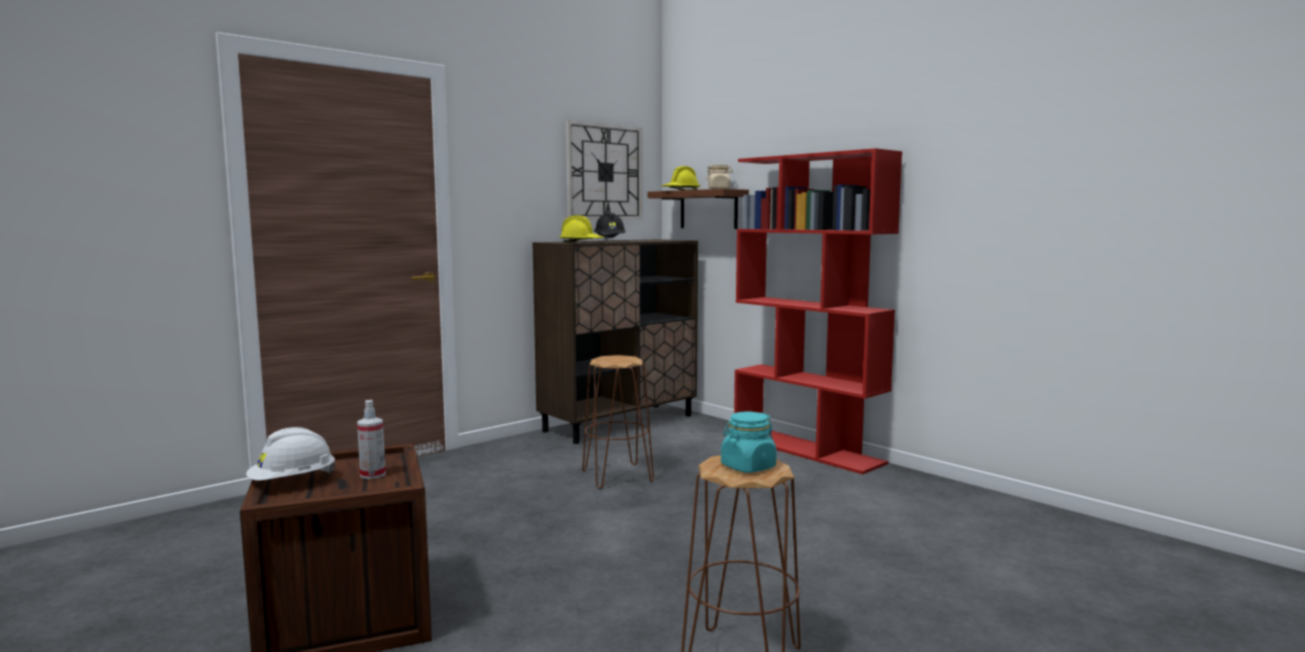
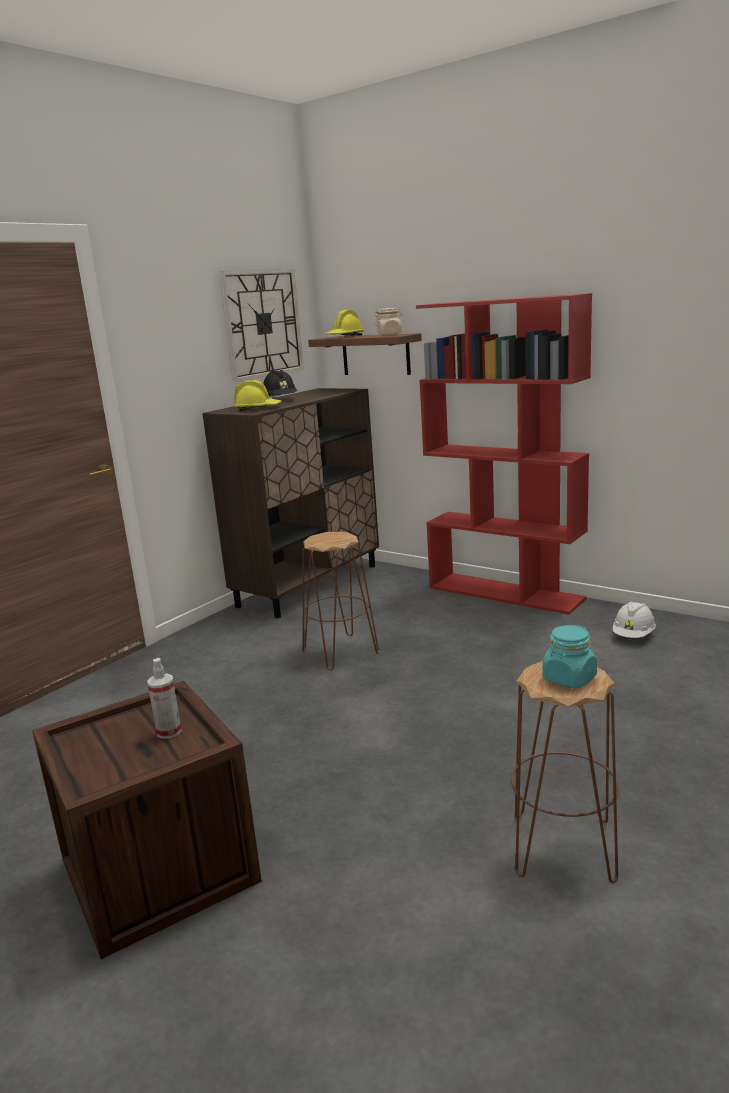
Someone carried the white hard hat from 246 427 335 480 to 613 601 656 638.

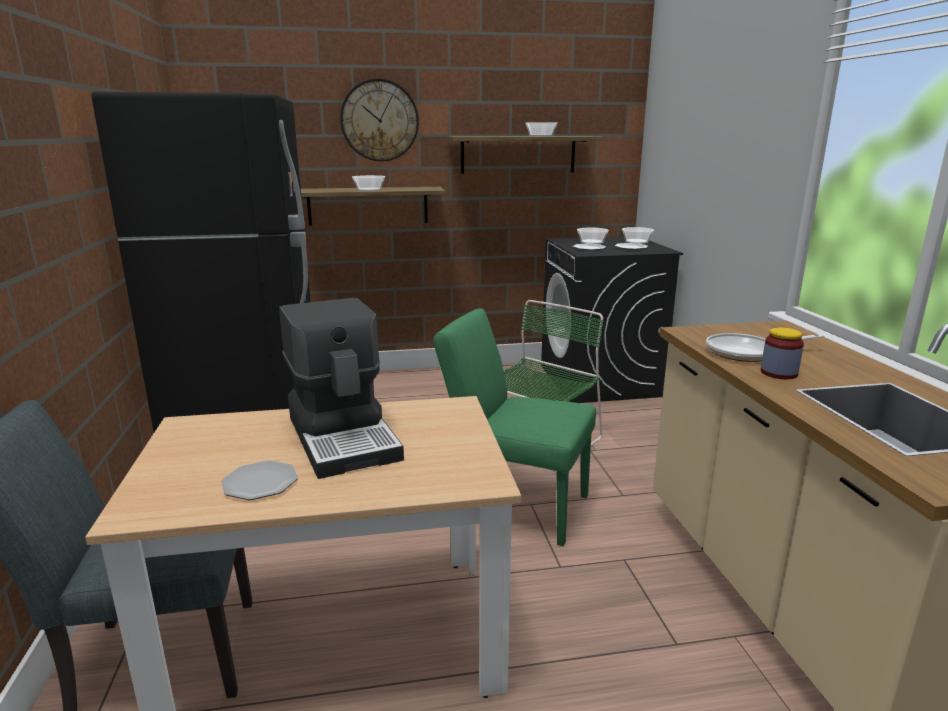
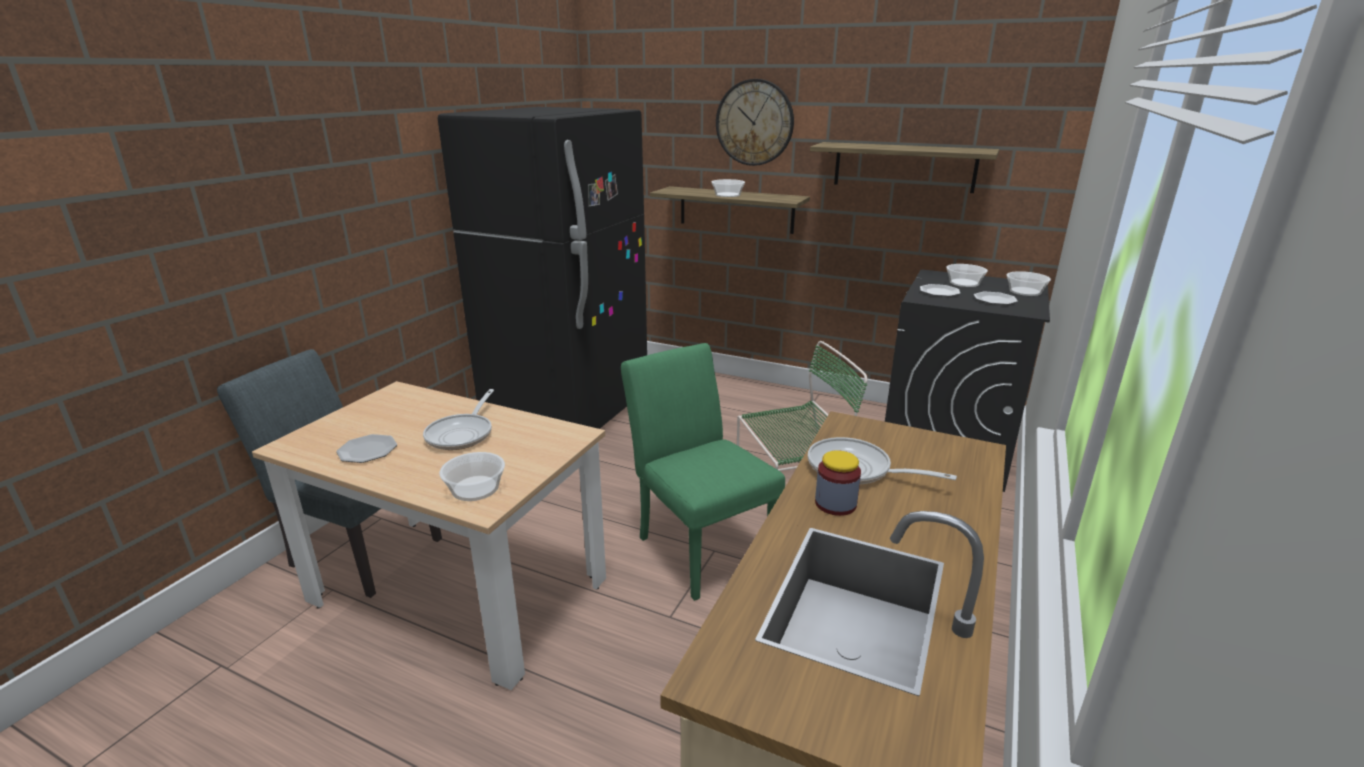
Someone carried the bowl from 525 122 558 136 to 439 452 505 501.
Someone swapped the coffee machine at 279 298 404 479 for the frying pan at 423 389 494 450.

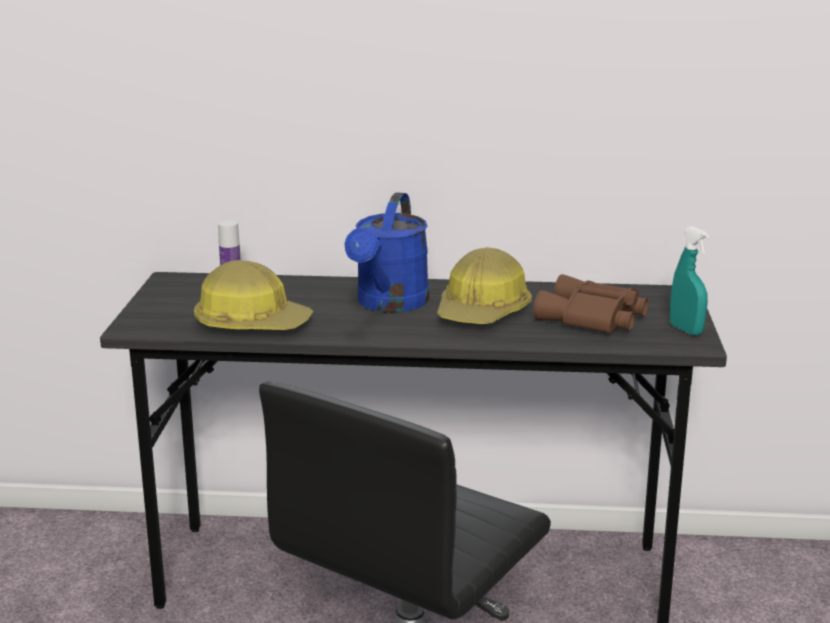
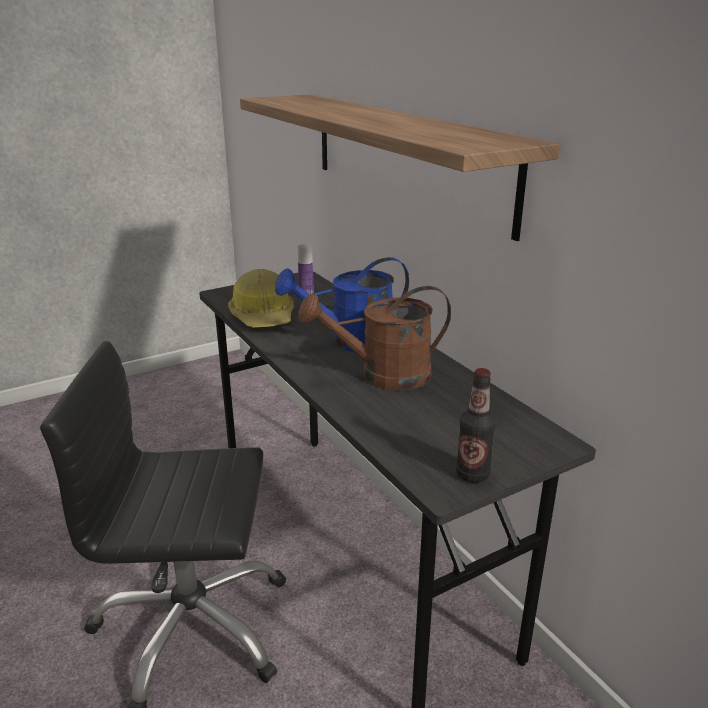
Someone swapped the turquoise spray bottle at 670 226 709 336 for the bottle at 456 368 496 483.
Someone swapped the hard hat at 437 247 532 324 for the brown watering can at 298 286 451 391.
Someone took away the brown binoculars at 533 274 648 334.
Someone put up the shelf at 240 94 560 241.

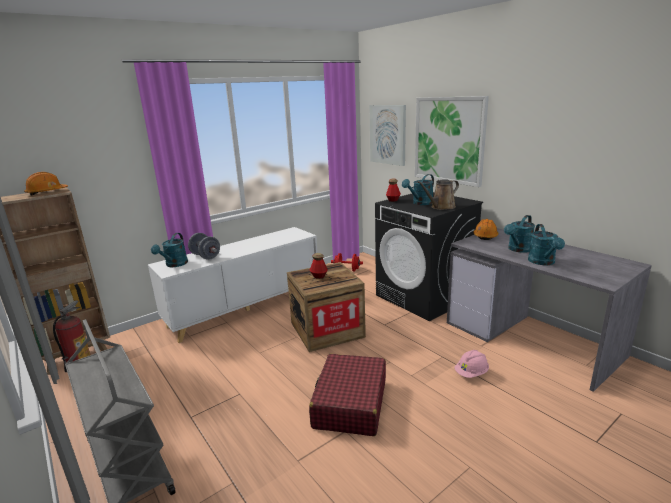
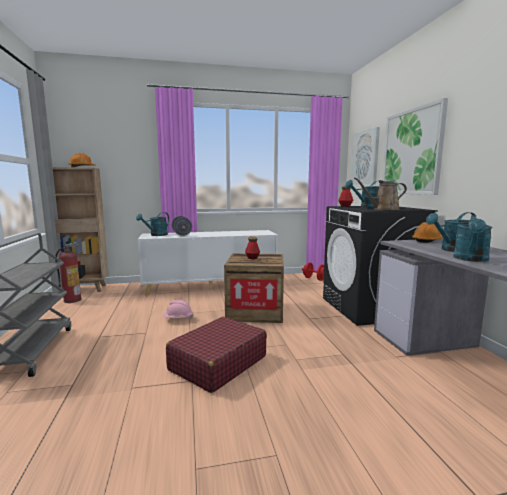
Someone carried the pink hard hat from 455 350 489 378 to 163 300 193 319.

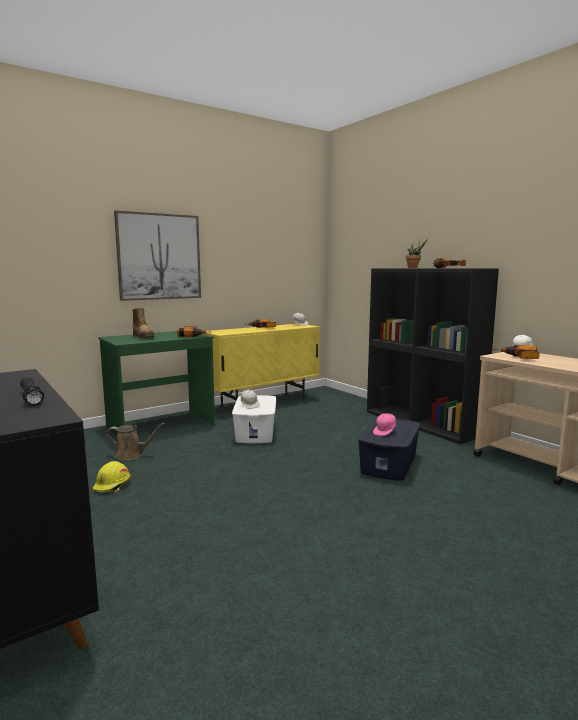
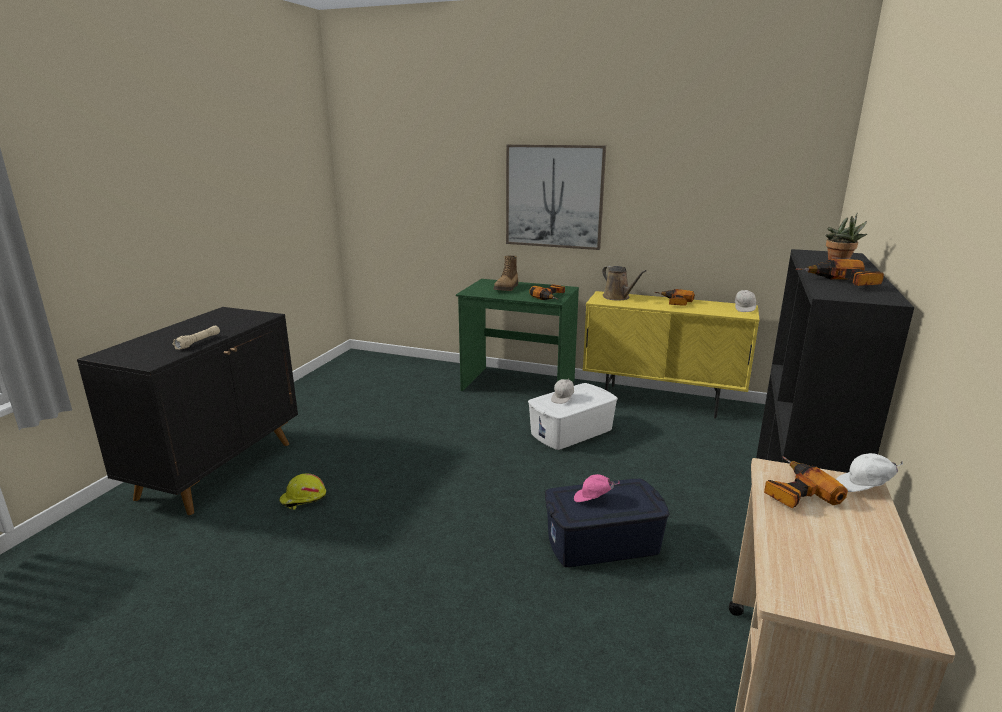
Someone repainted the black flashlight at 20 377 44 406, which became the beige flashlight at 172 326 220 350.
Someone carried the brown watering can from 106 423 165 460 to 602 266 646 301.
Someone carried the yellow hard hat from 92 461 130 493 to 279 474 326 510.

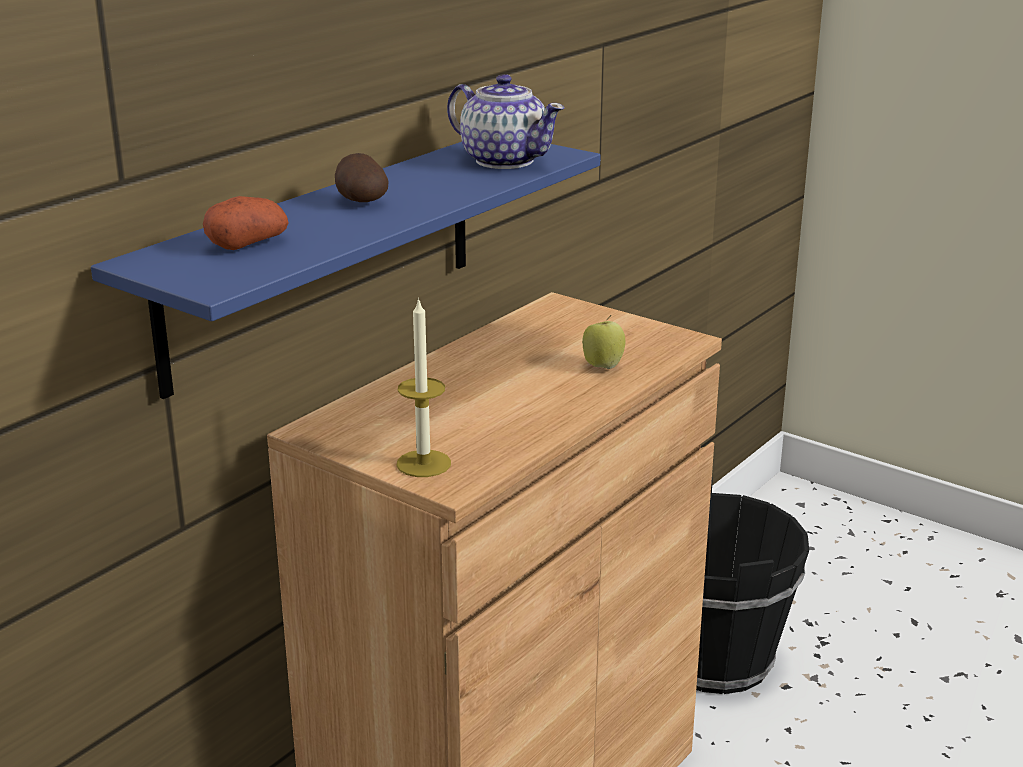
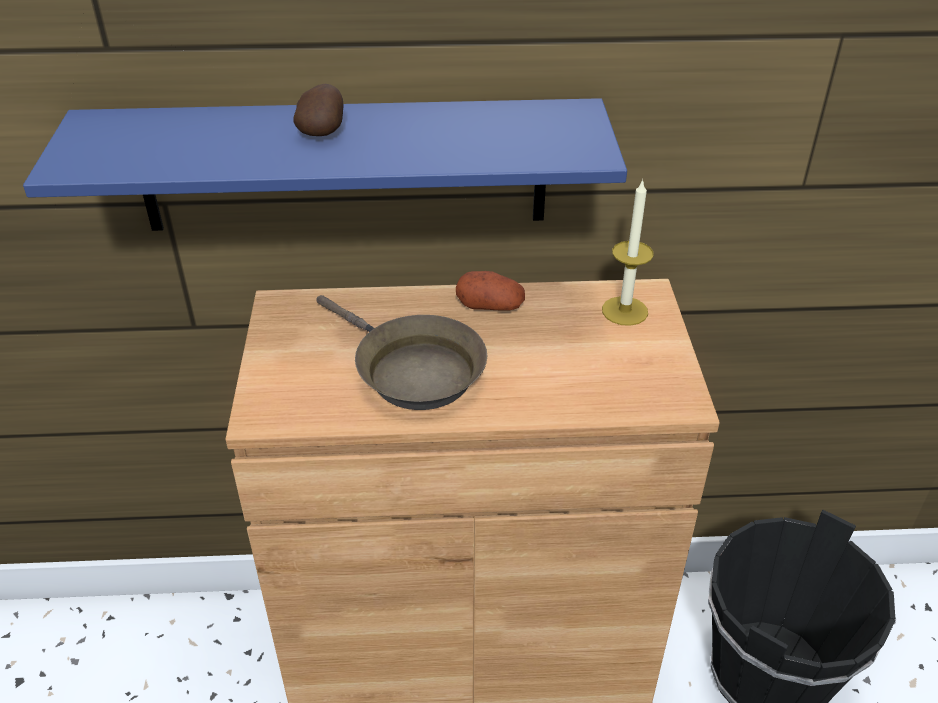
Someone took away the teapot at 447 74 565 169.
Someone carried the potato from 203 196 289 250 to 456 271 525 311.
Someone carried the candle from 397 297 451 477 to 602 179 654 326.
Someone took away the apple at 582 315 625 369.
Someone put down the brown frying pan at 316 295 487 410.

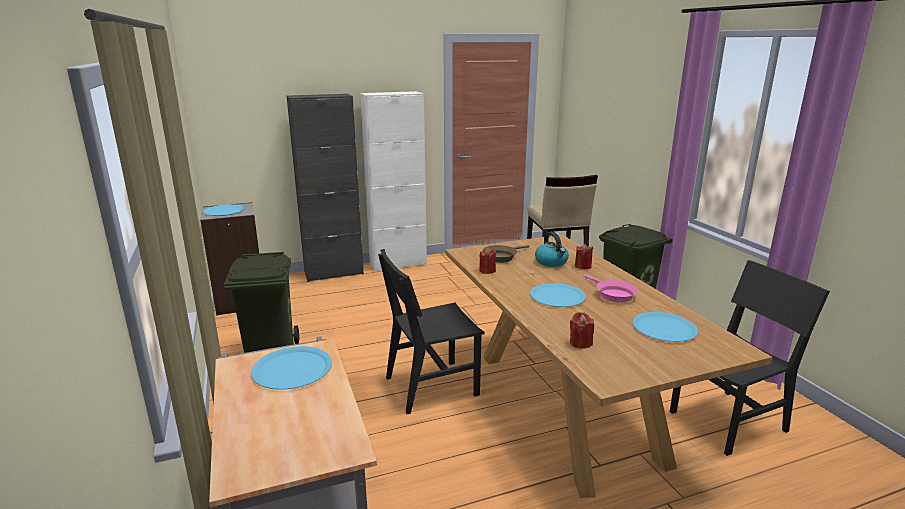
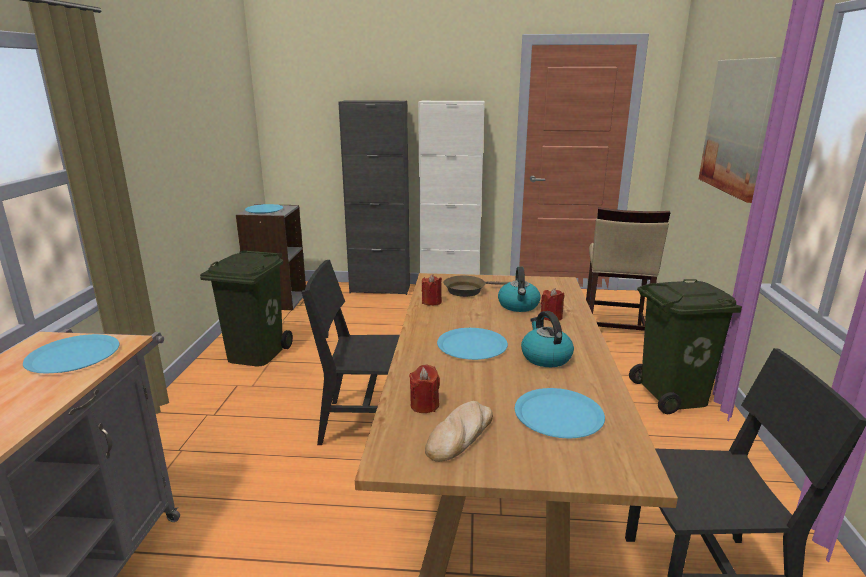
Someone swapped the pink frying pan at 583 274 638 303 for the kettle at 521 311 574 367.
Someone put up the picture at 699 57 781 203.
Someone put down the bread at 425 401 493 462.

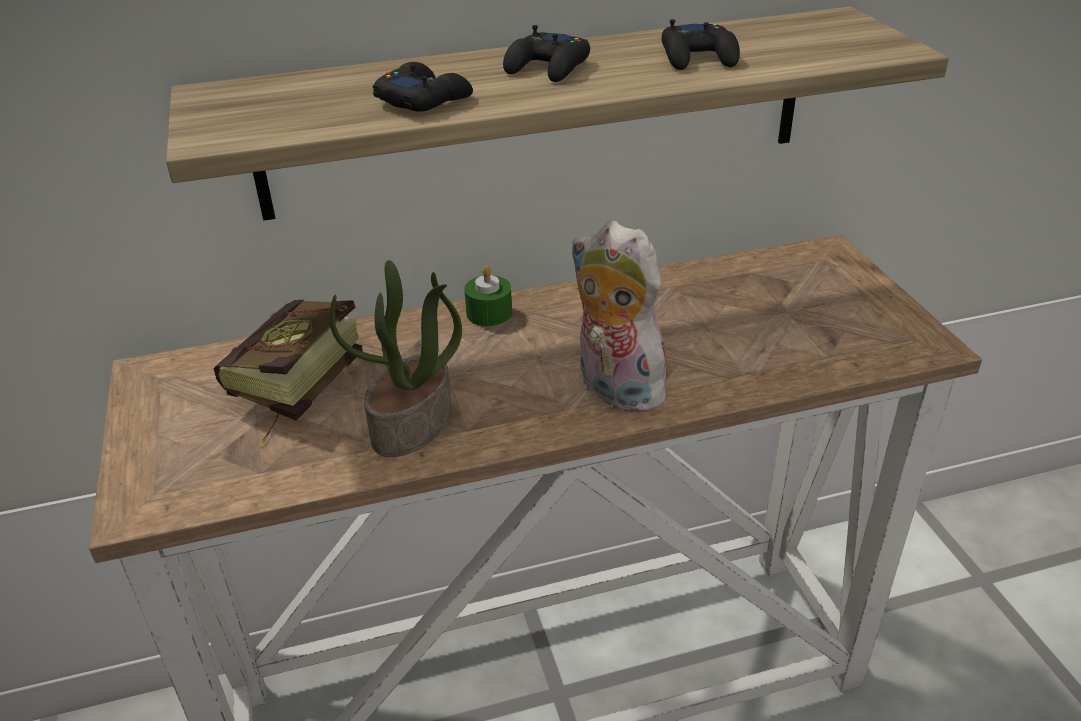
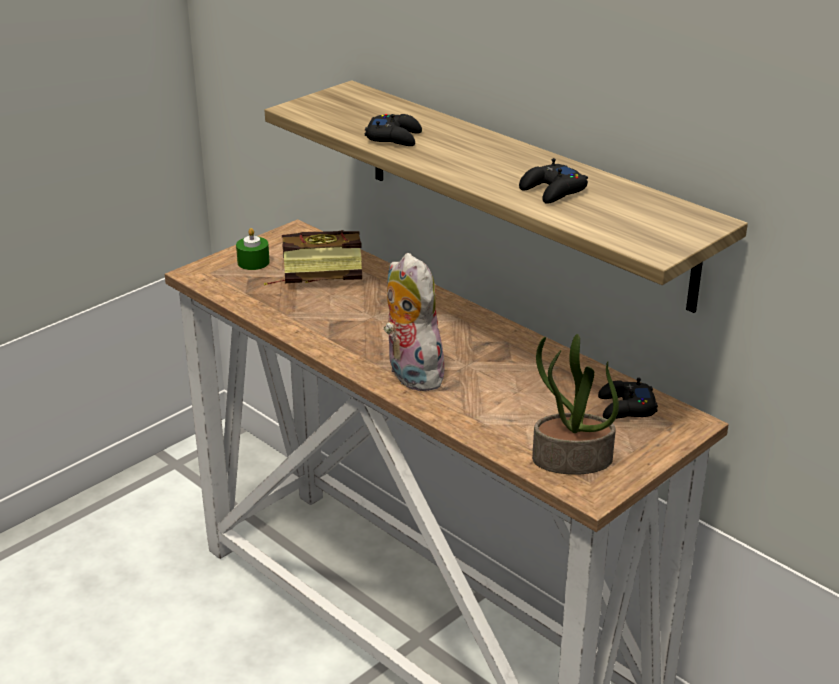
Someone carried the black game controller from 503 25 590 82 to 598 378 658 419.
Someone rotated the plush toy at 571 221 677 413 by 45 degrees counterclockwise.
Someone carried the potted plant from 329 260 462 457 to 532 334 619 475.
Someone carried the green candle from 464 265 512 326 to 236 228 270 270.

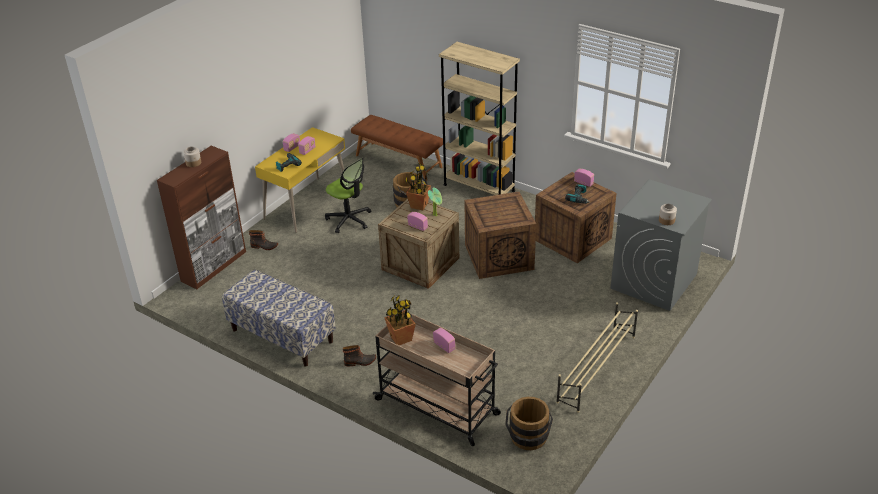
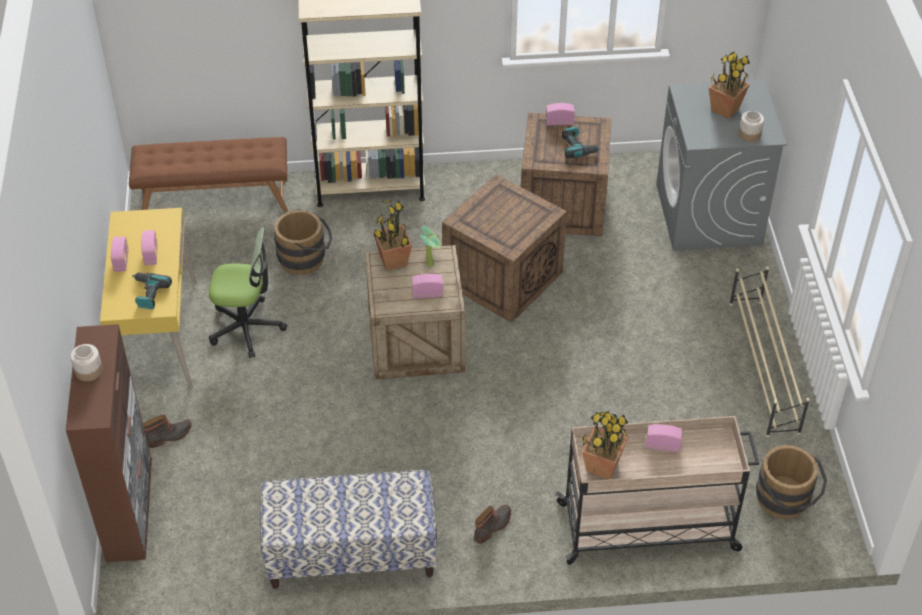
Someone put down the potted plant at 709 51 750 119.

